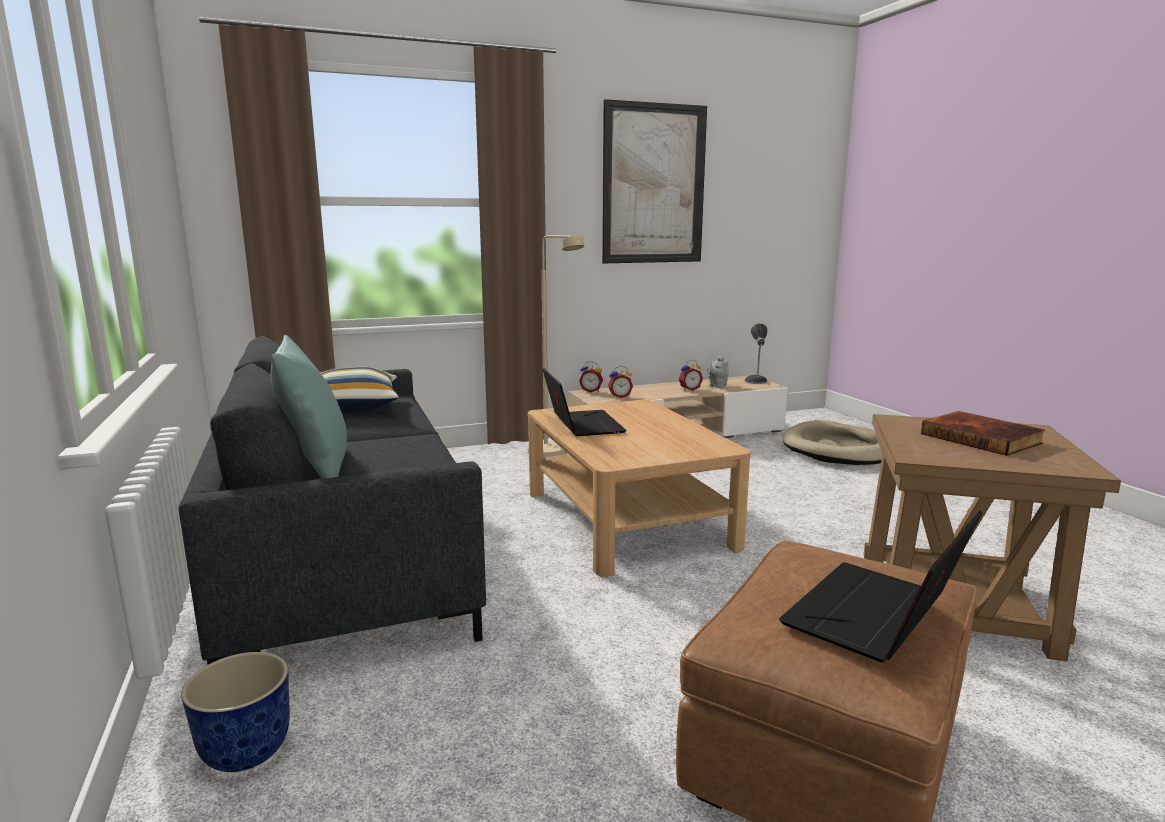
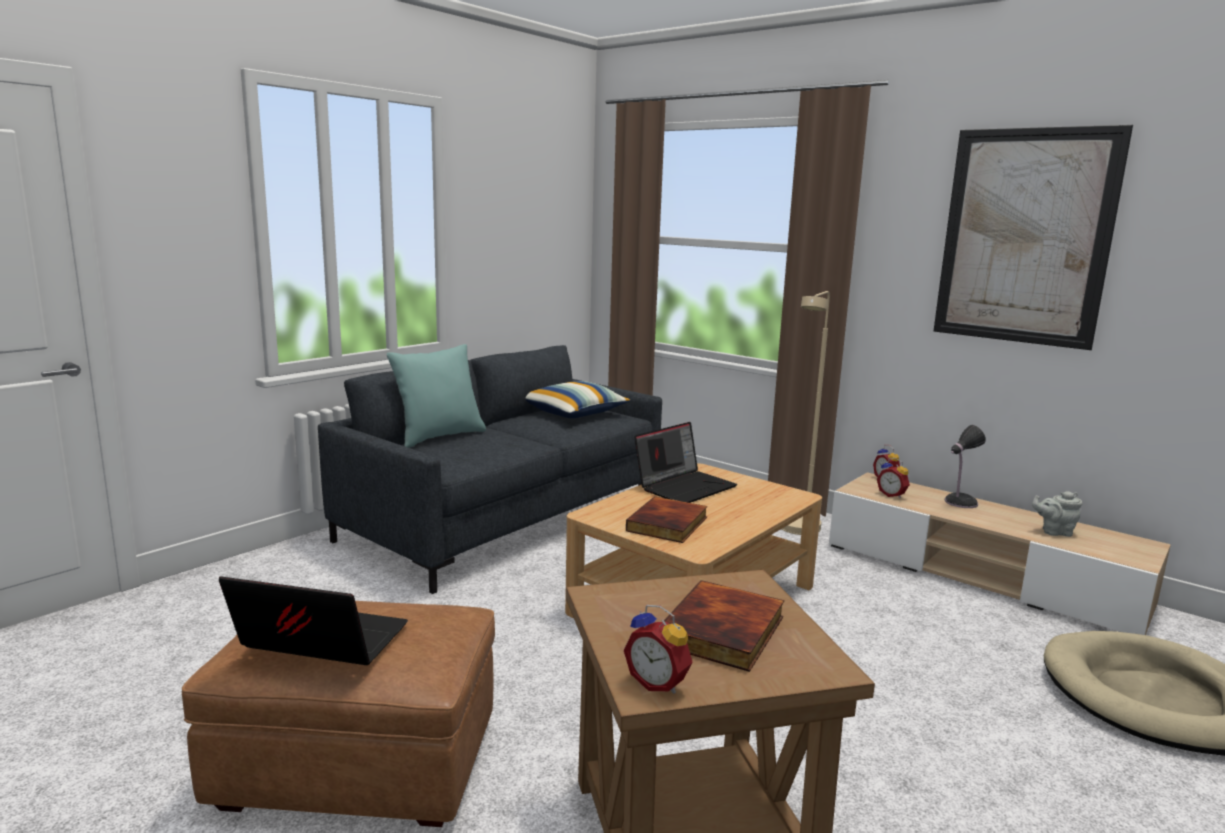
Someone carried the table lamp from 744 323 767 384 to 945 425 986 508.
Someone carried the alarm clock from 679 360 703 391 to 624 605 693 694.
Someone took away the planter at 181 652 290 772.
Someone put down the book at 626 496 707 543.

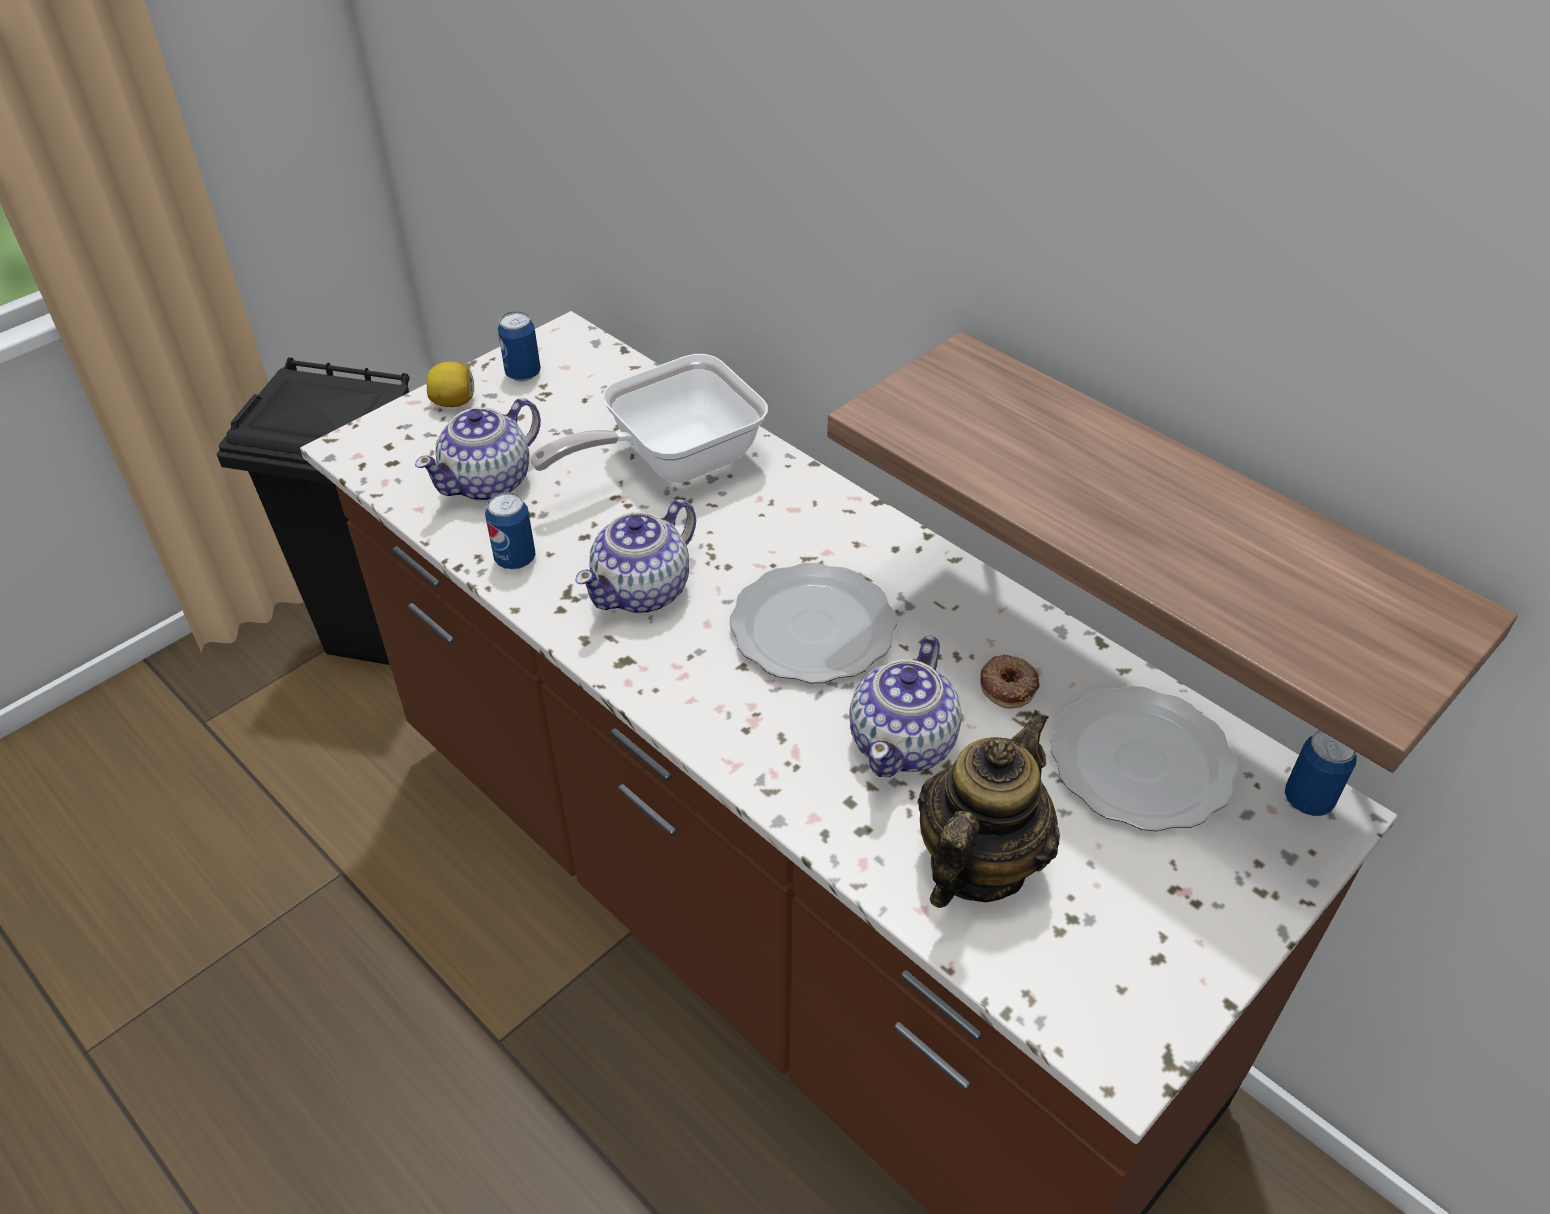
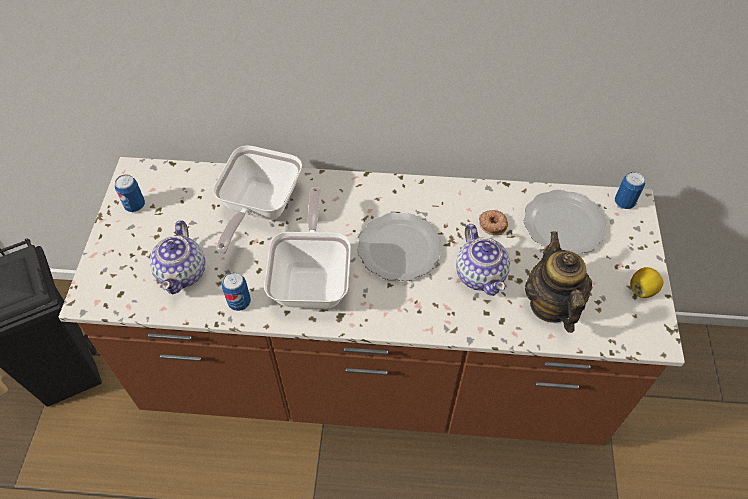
Someone took away the shelf at 827 332 1518 773.
Someone carried the lemon from 427 361 474 407 to 630 267 663 298.
Someone swapped the teapot at 575 499 696 613 for the frying pan at 264 188 351 308.

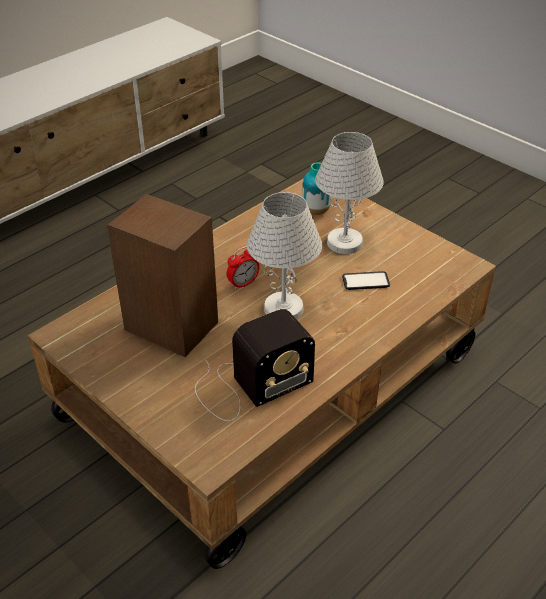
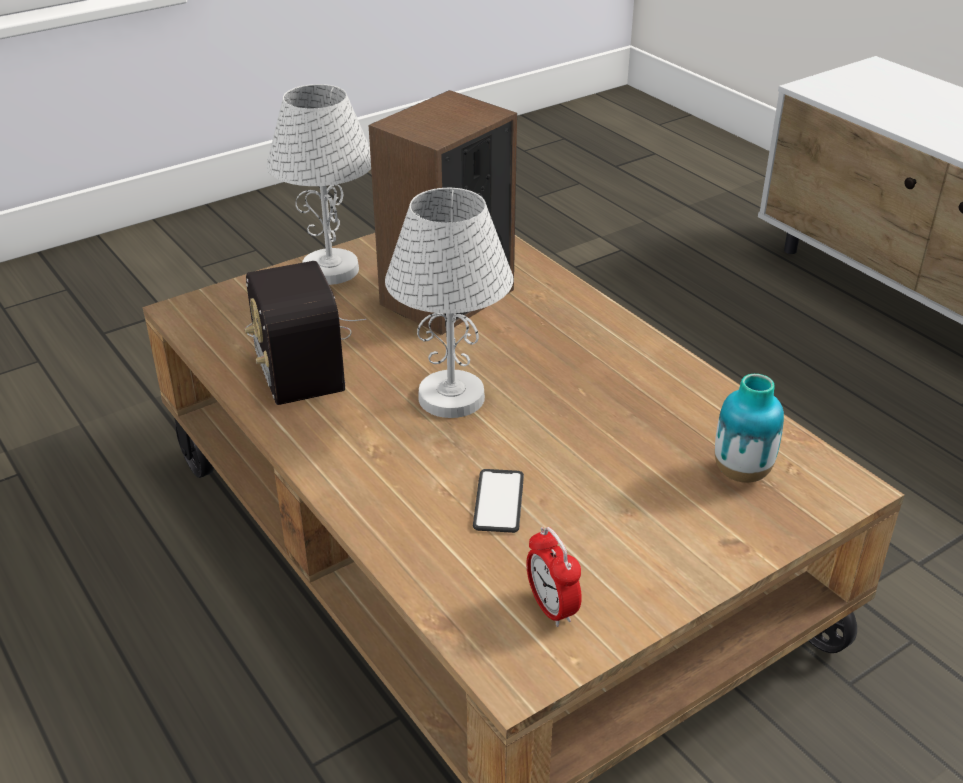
Someone carried the white table lamp from 315 132 384 254 to 266 84 371 285.
Someone carried the alarm clock from 227 246 259 290 to 526 527 582 627.

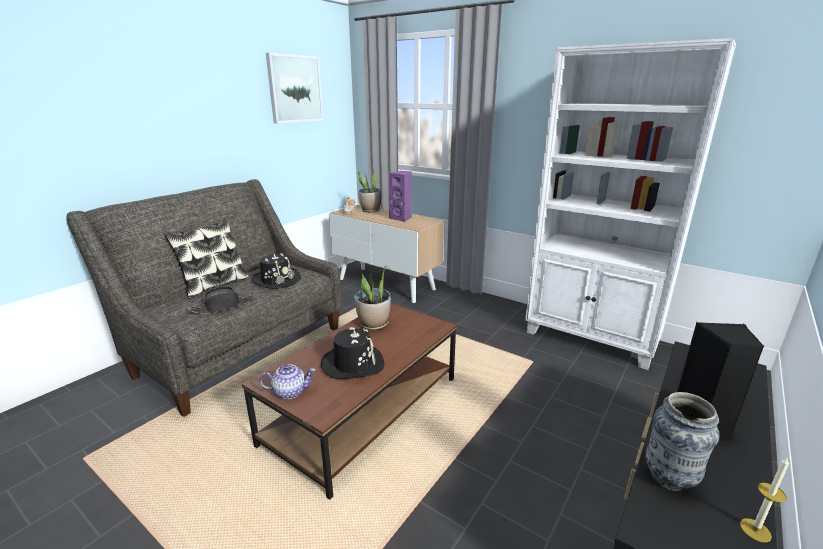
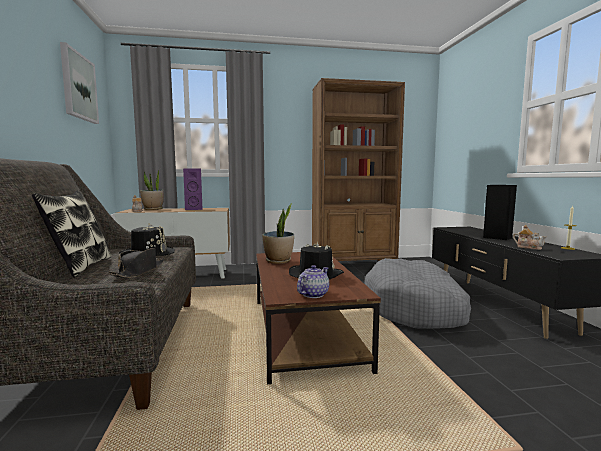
Someone repainted the white bookcase at 525 38 736 370, which became the brown bookcase at 312 78 405 261.
Someone swapped the vase at 645 392 720 491 for the teapot at 513 225 546 250.
Someone put down the grey dog bed at 365 258 471 329.

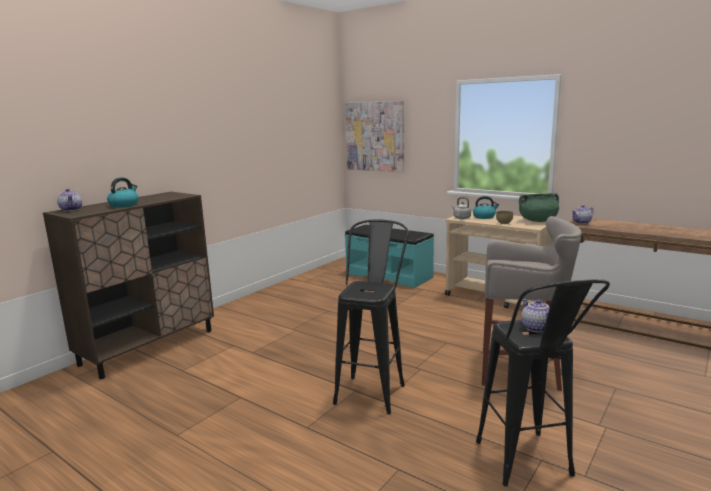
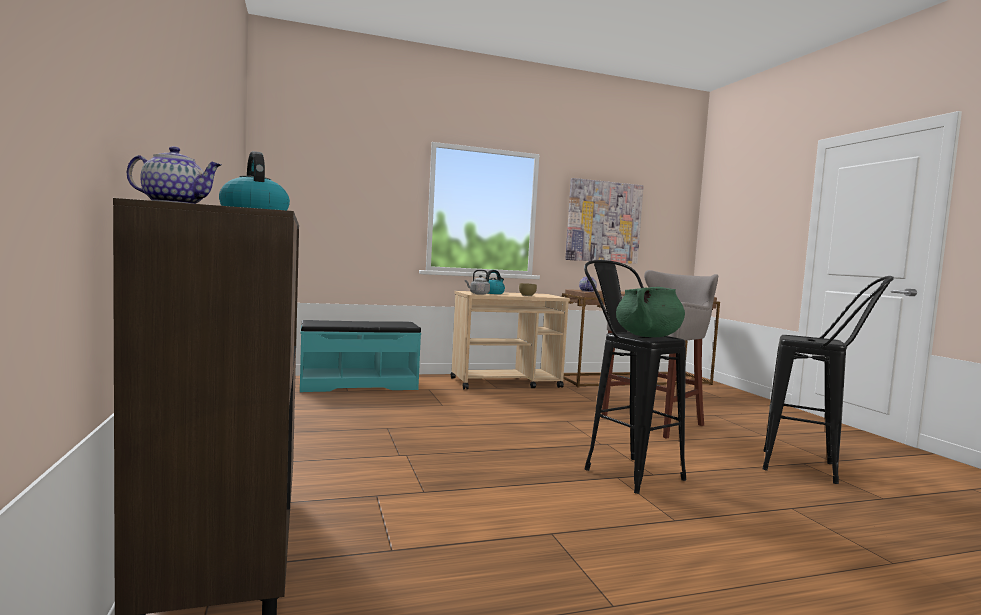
Someone carried the picture from 345 101 404 172 to 565 178 644 264.
Someone carried the green cooking pot from 519 193 559 222 to 616 287 685 337.
Someone took away the teapot at 521 299 549 333.

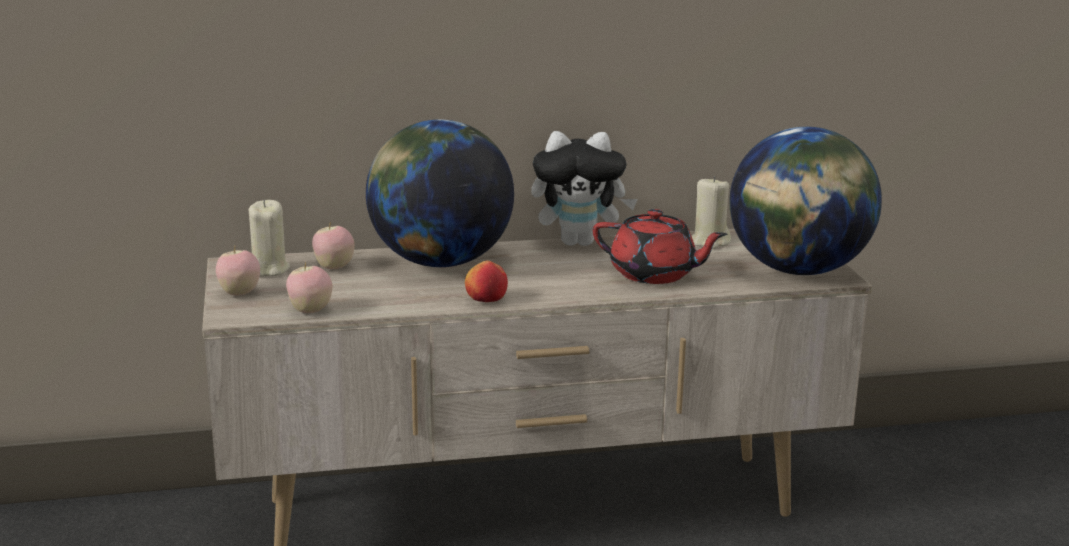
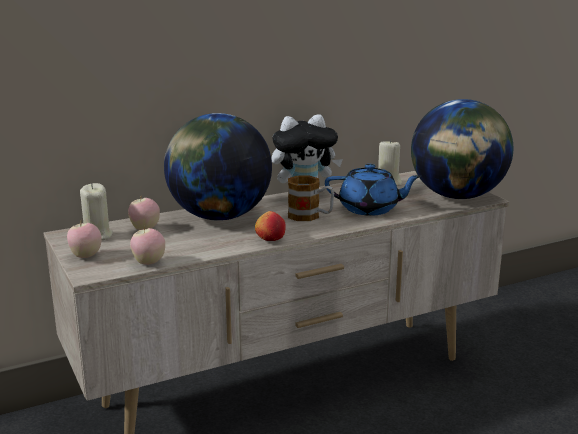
Someone repainted the red teapot at 593 209 727 284, which became the blue teapot at 325 164 422 216.
Someone put down the mug at 288 176 334 221.

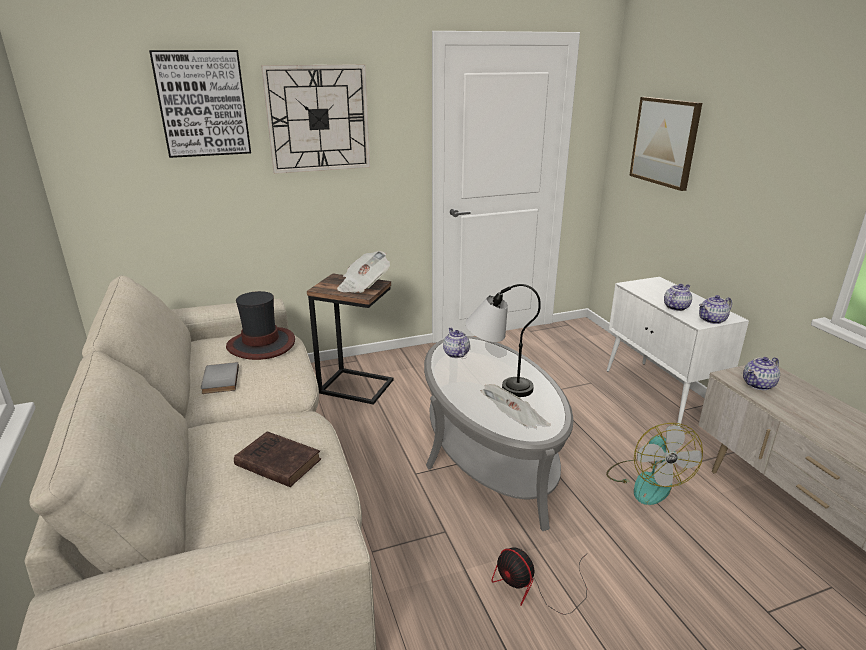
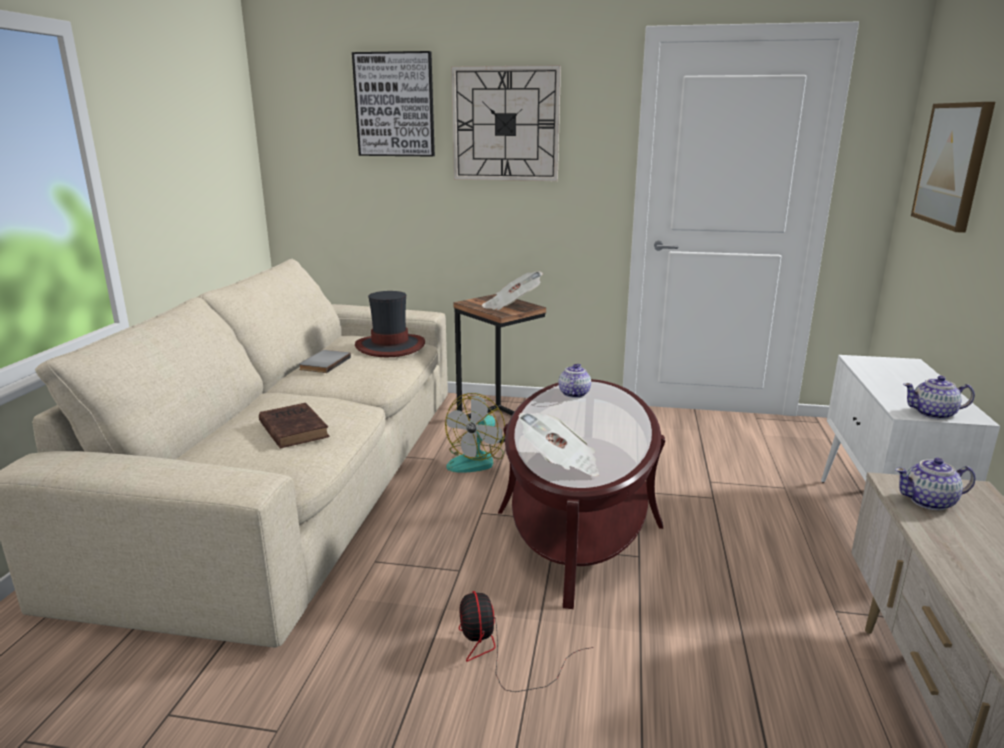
Someone took away the table lamp at 465 284 541 397.
Someone took away the teapot at 664 284 692 311.
Someone repainted the grey coffee table at 424 336 573 531, which became the brown coffee table at 498 379 665 609.
Someone carried the fan from 606 423 703 505 to 445 393 505 473.

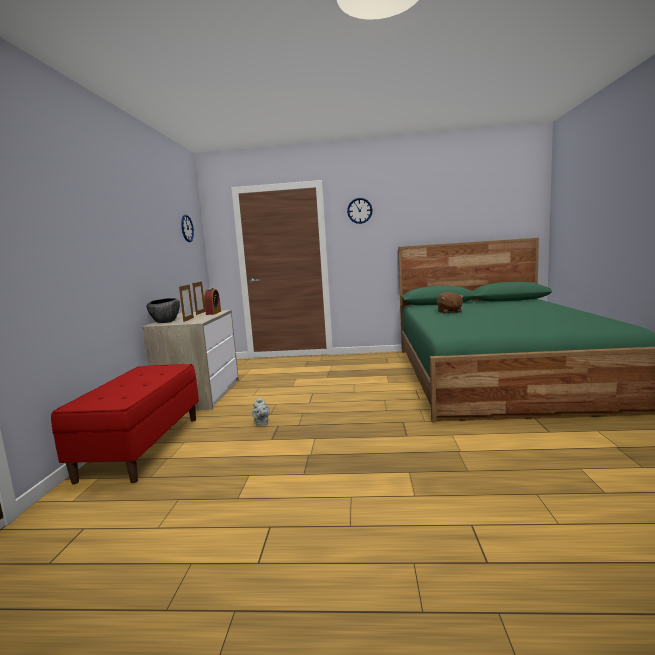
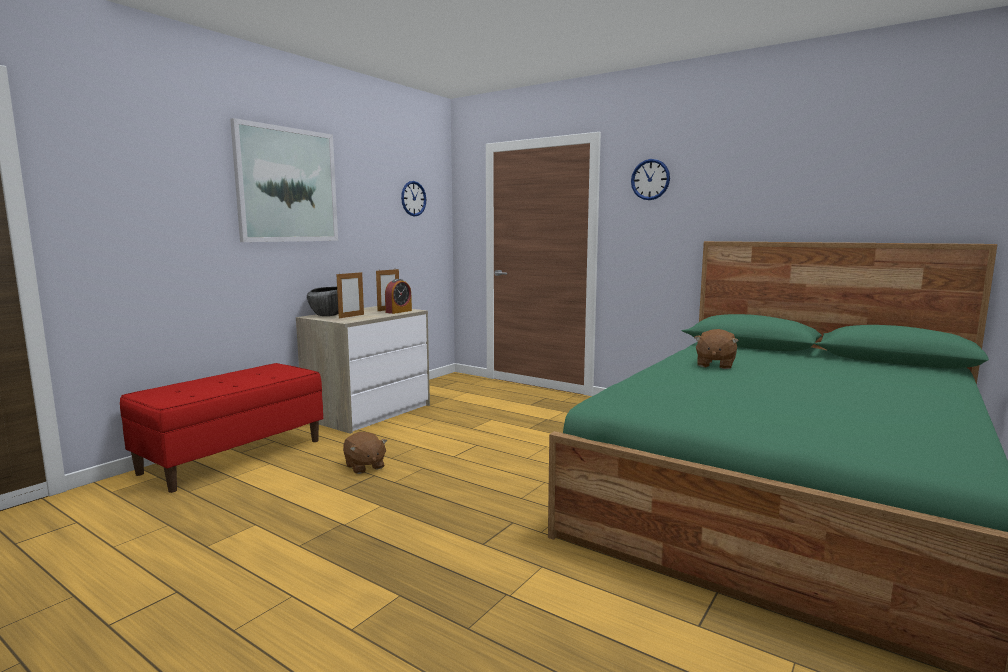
Someone swapped the grey teapot at 252 397 270 426 for the brown plush toy at 343 432 387 474.
Someone put up the picture at 230 118 338 242.

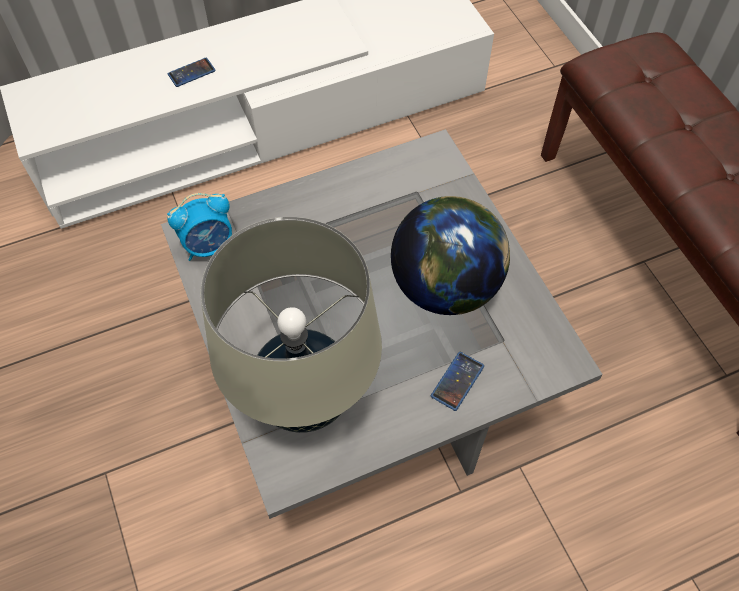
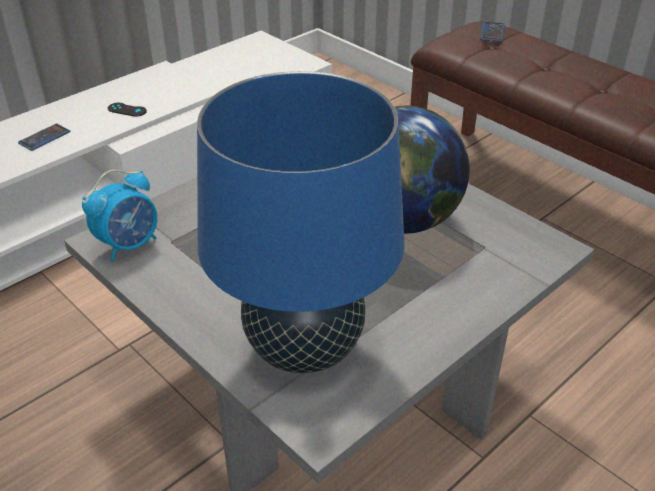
Someone repainted the beige table lamp at 201 217 382 433, which became the blue table lamp at 197 71 404 373.
Someone carried the phone from 431 352 484 411 to 480 21 504 42.
Someone put down the black game controller at 108 103 147 117.

